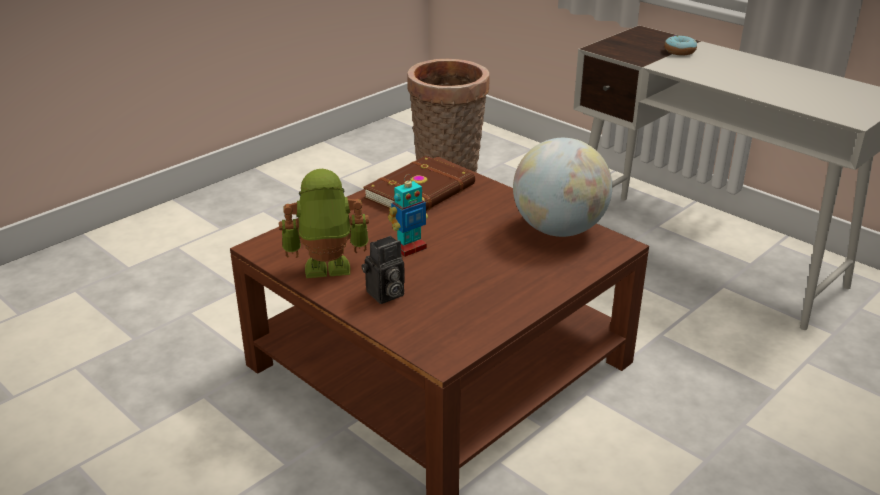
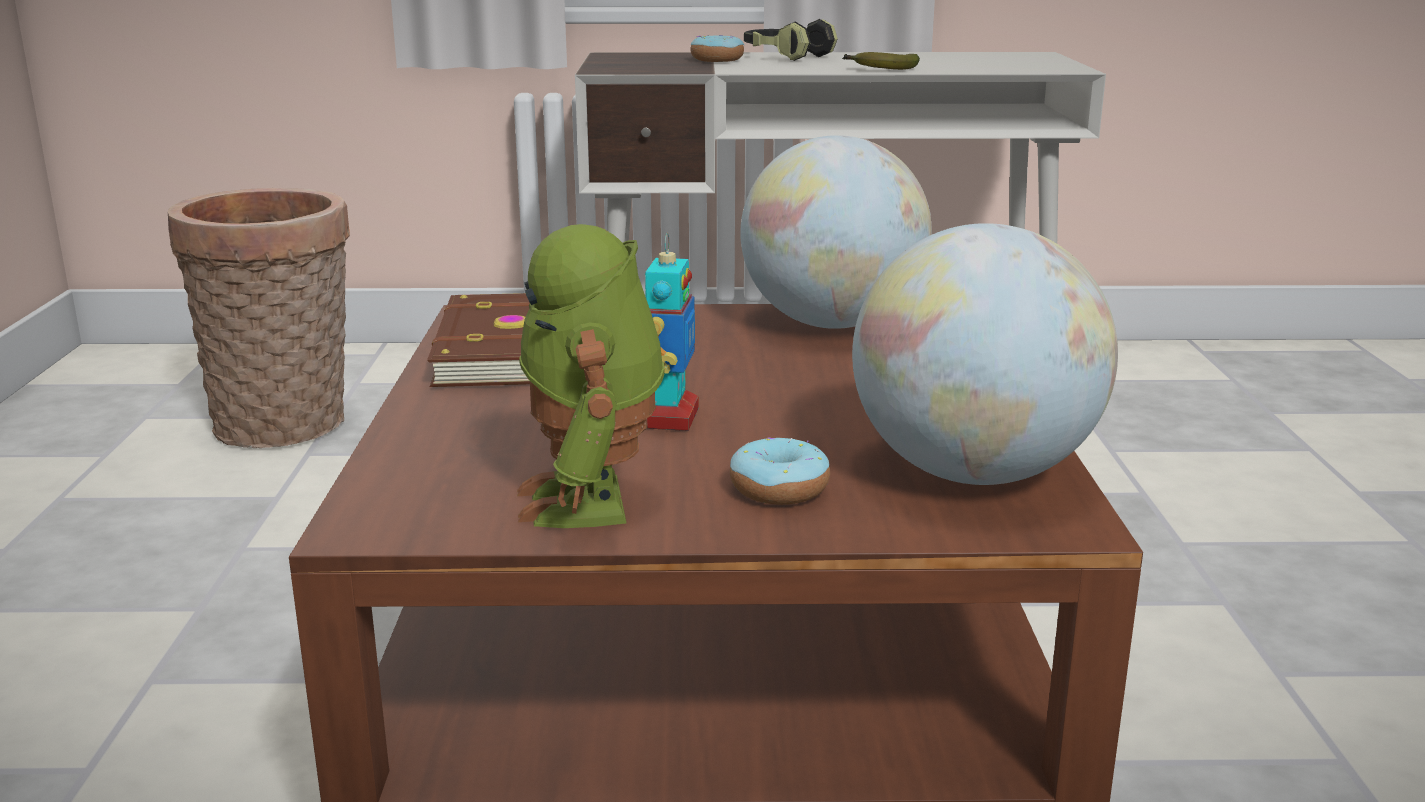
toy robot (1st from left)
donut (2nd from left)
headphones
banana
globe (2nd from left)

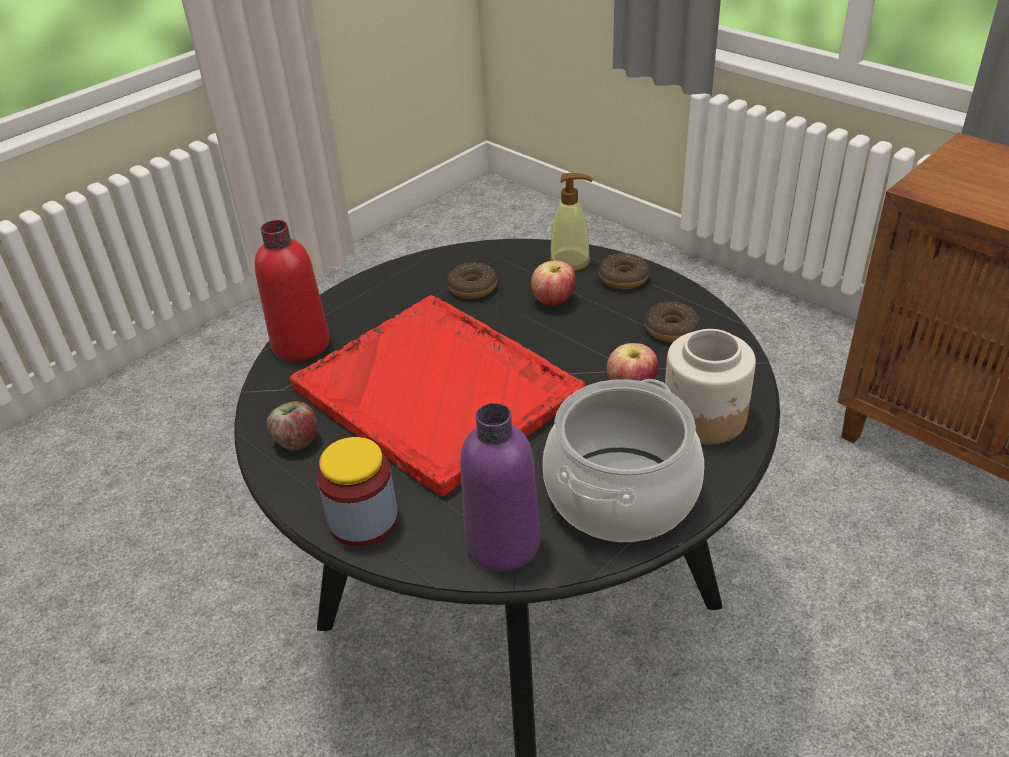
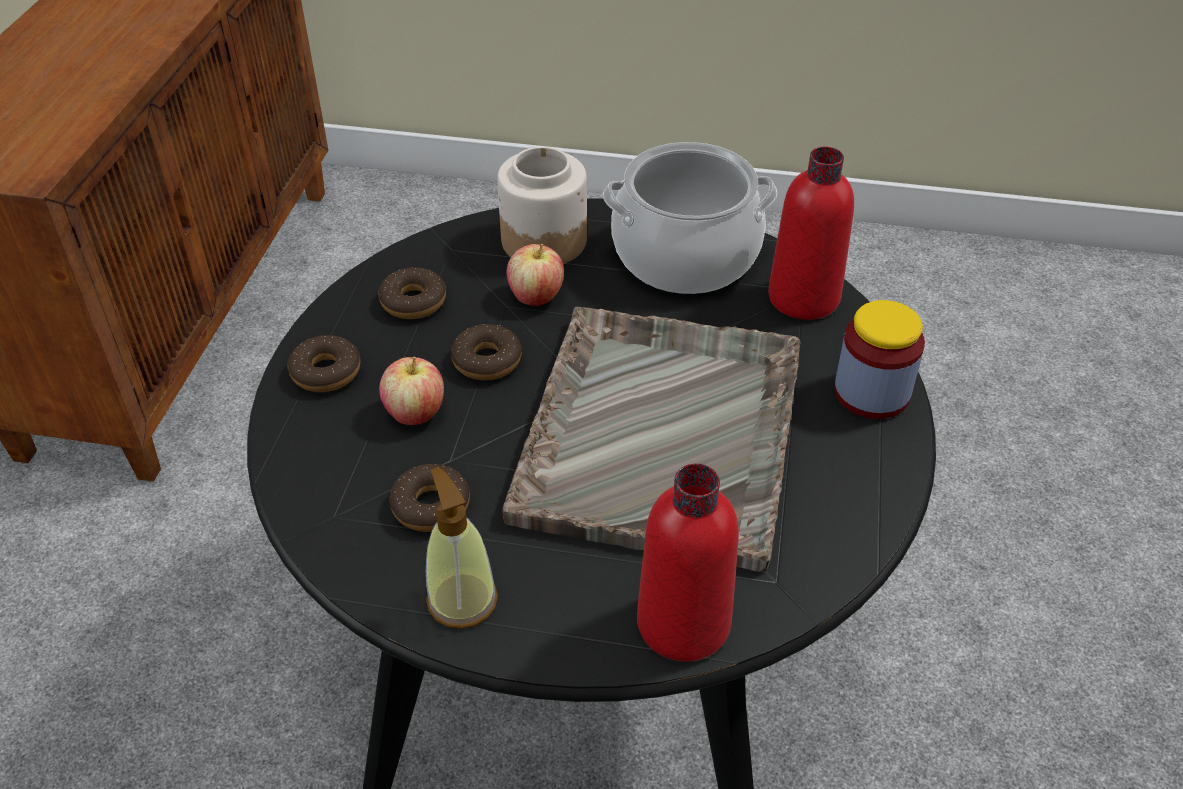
apple (1st from left in the first image)
grey tray
red bottle (2nd from left)
soap dispenser
donut (4th from left)

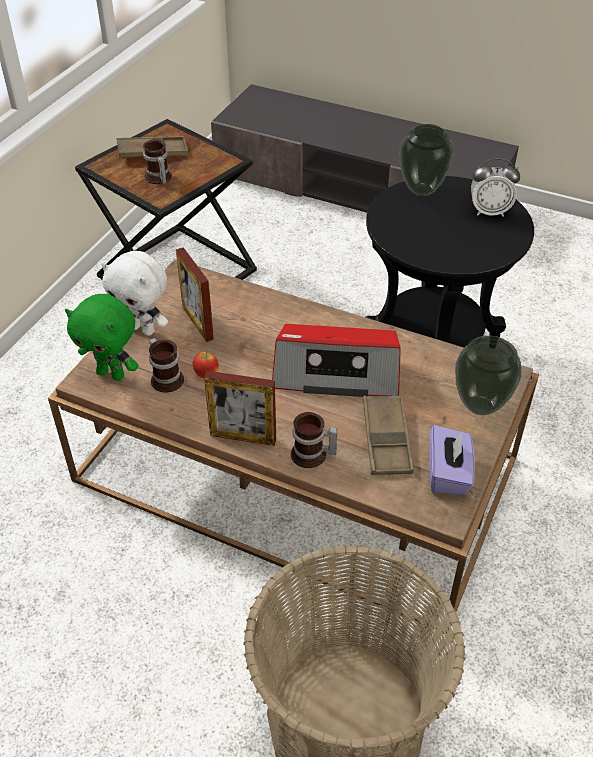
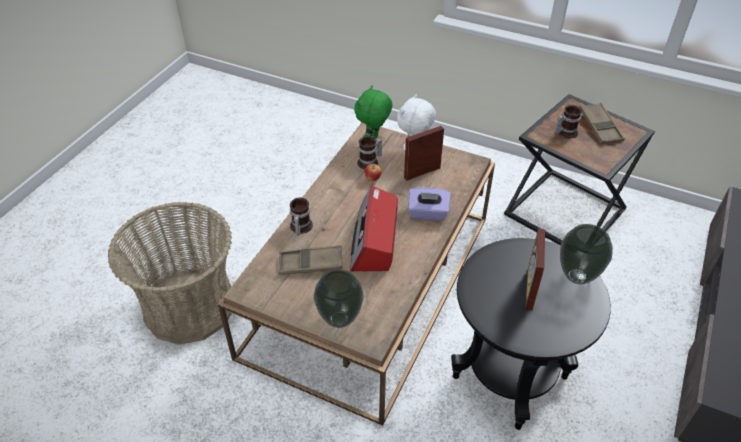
picture frame (2nd from left)
purple tissue box
alarm clock

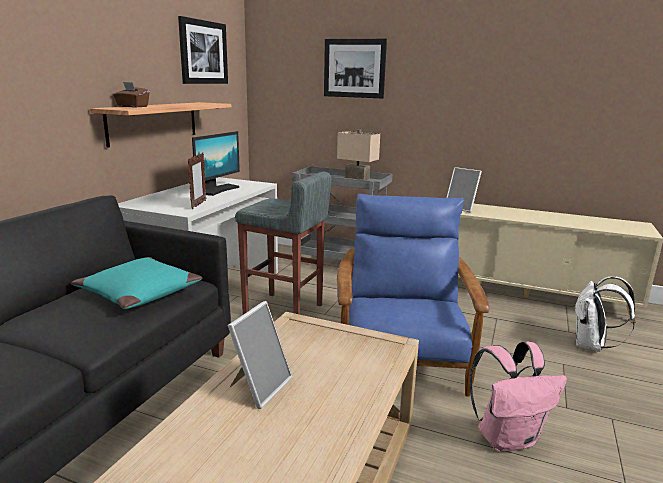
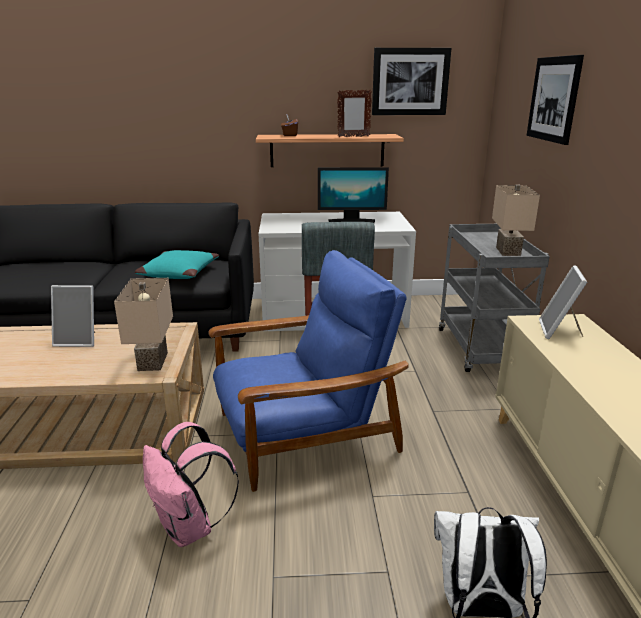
picture frame (2nd from left)
beige table lamp (1st from left)

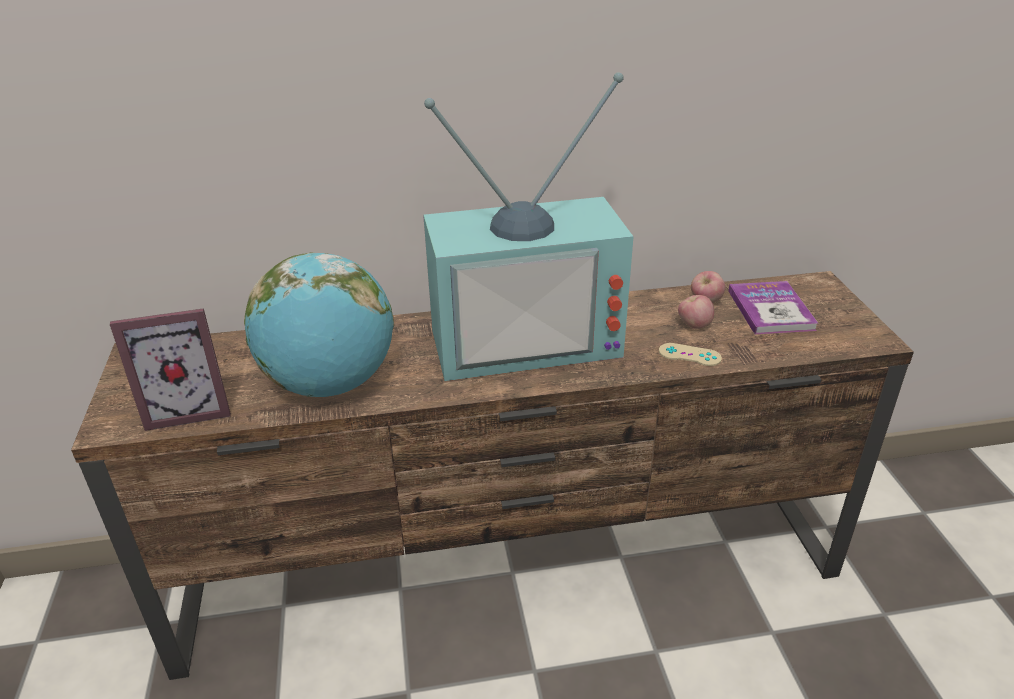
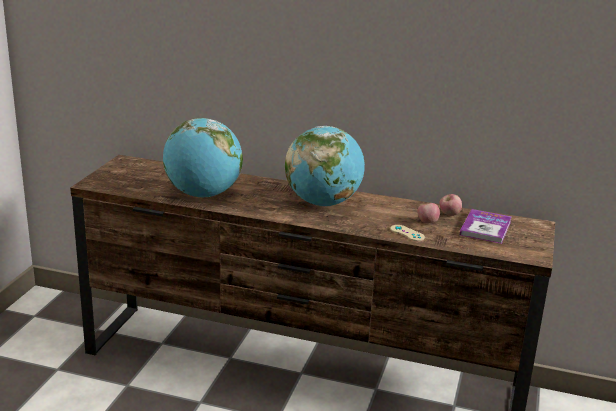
picture frame
globe (2nd from left)

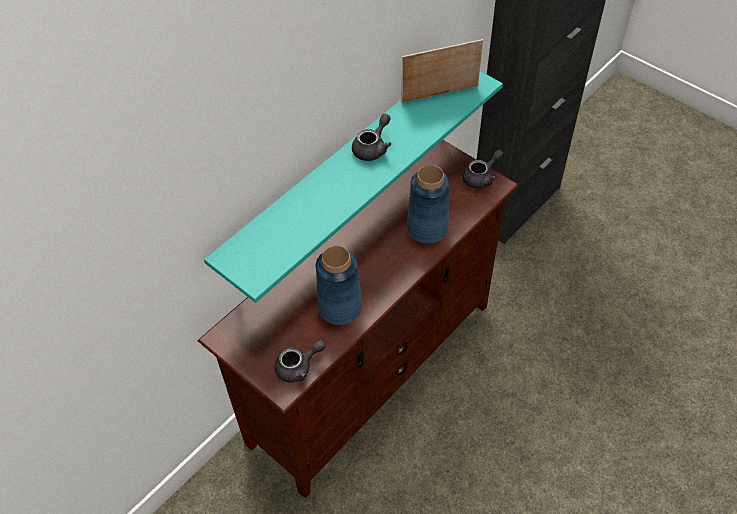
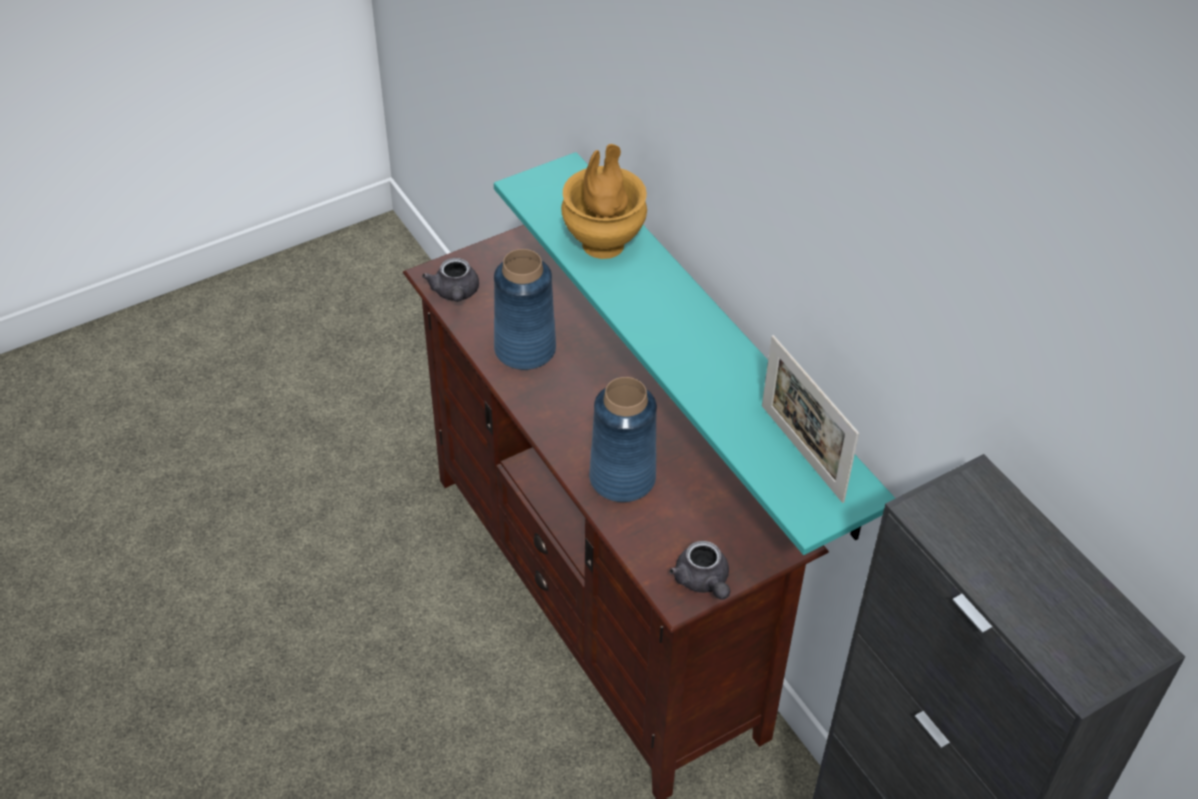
grey teapot (2nd from left in the first image)
picture frame
brown vase

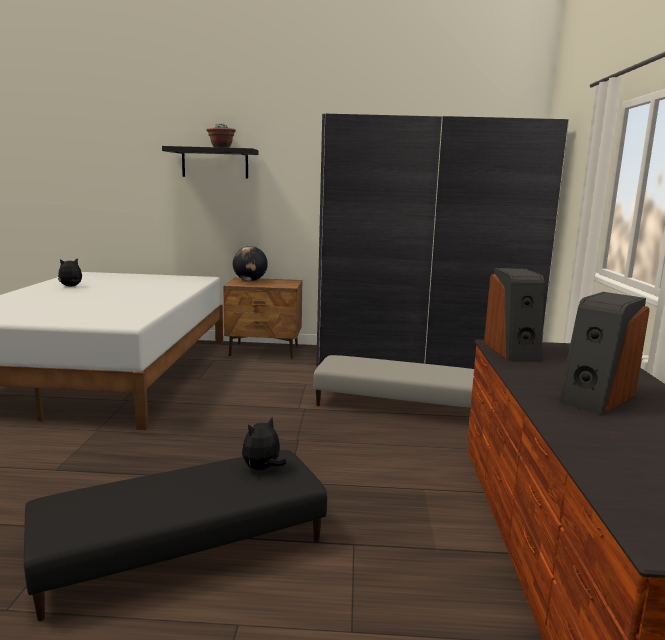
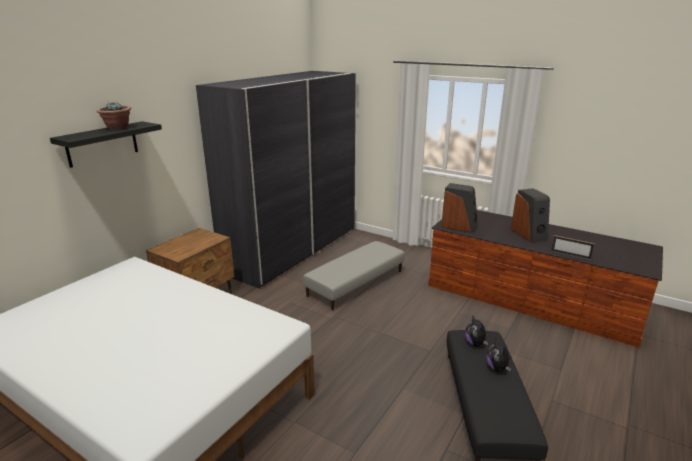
plush toy (2nd from left)
globe
picture frame

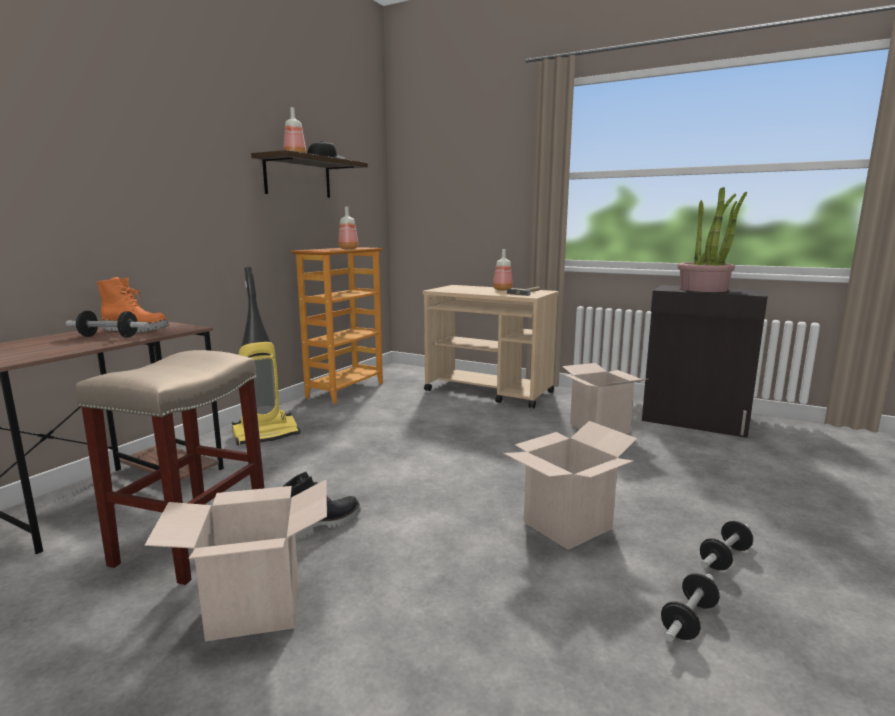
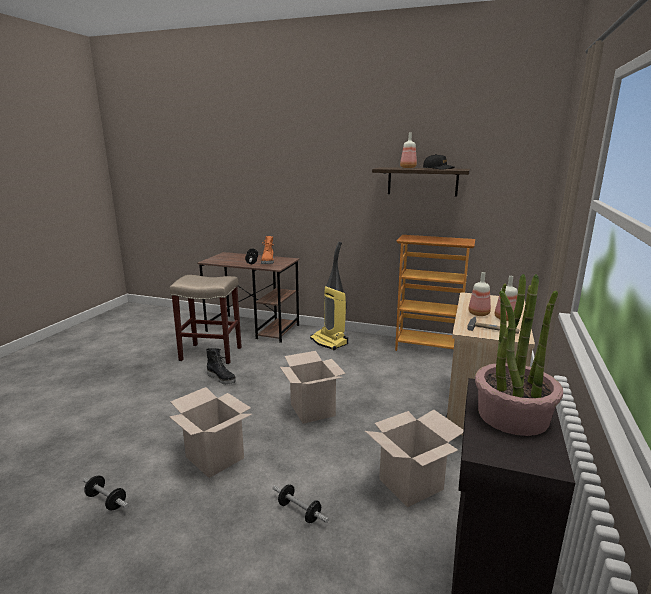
cardboard box (2nd from left)
bottle (2nd from left)
dumbbell (3rd from left)

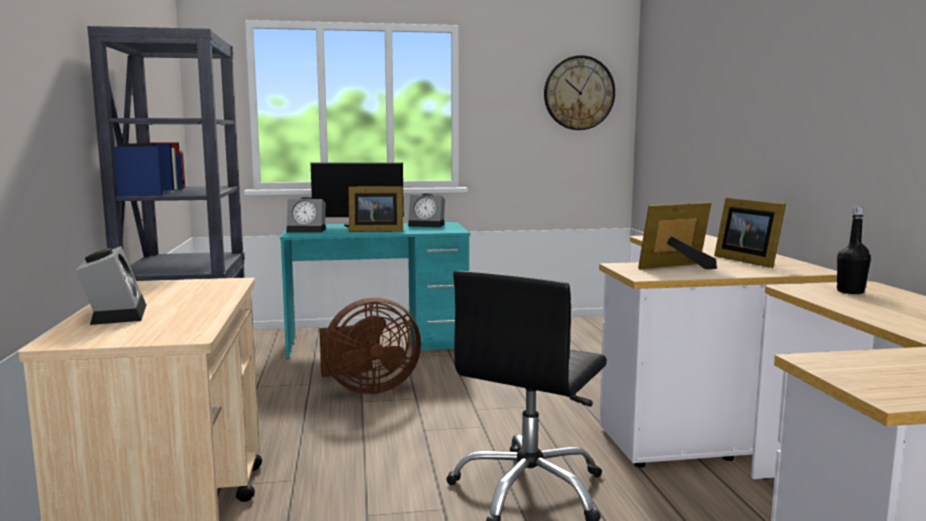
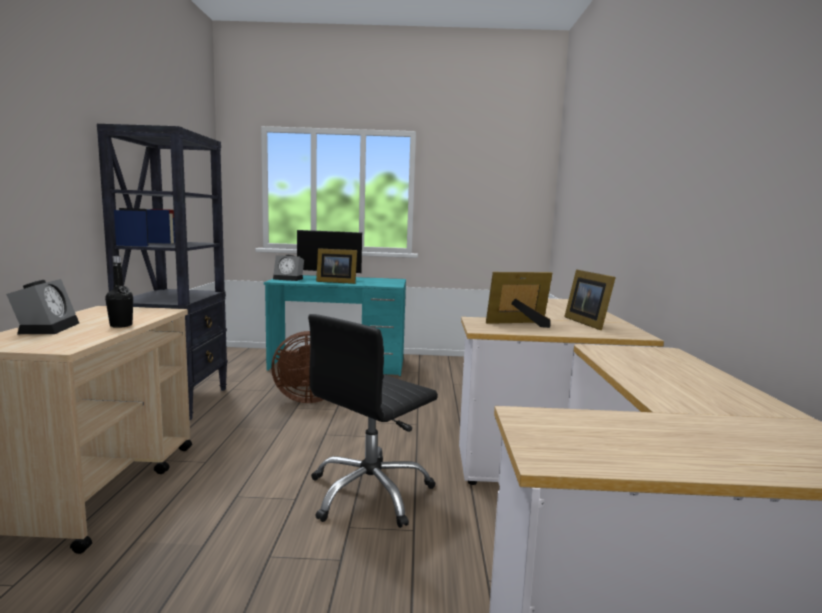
alarm clock (3rd from left in the first image)
wall clock
black bottle

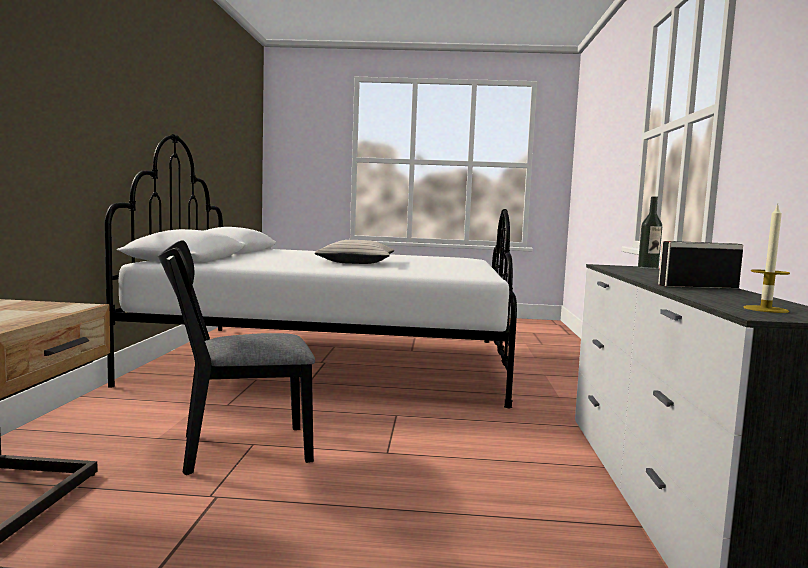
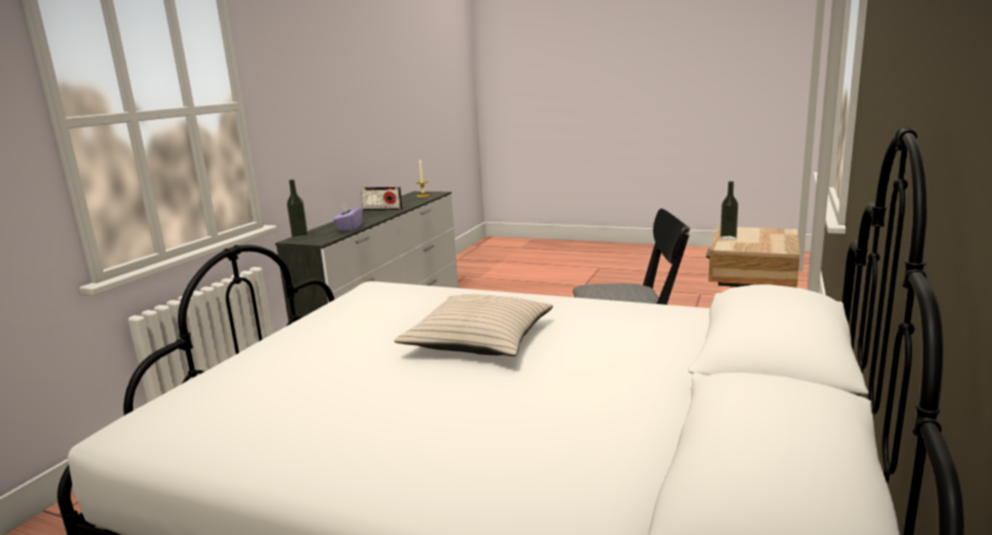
purple tissue box
bottle (2nd from left)

